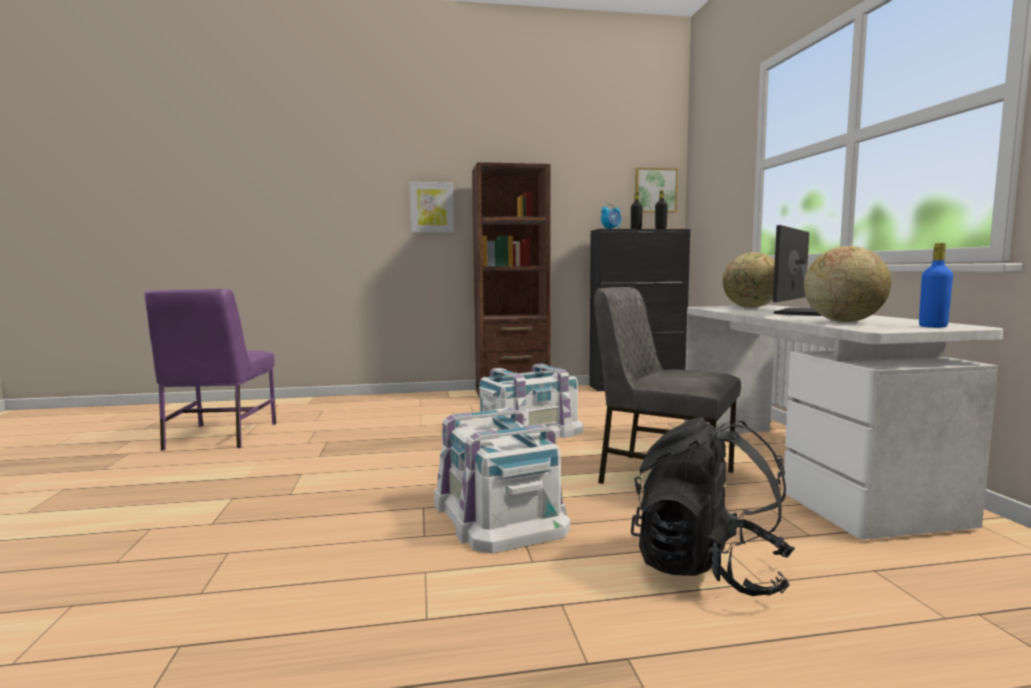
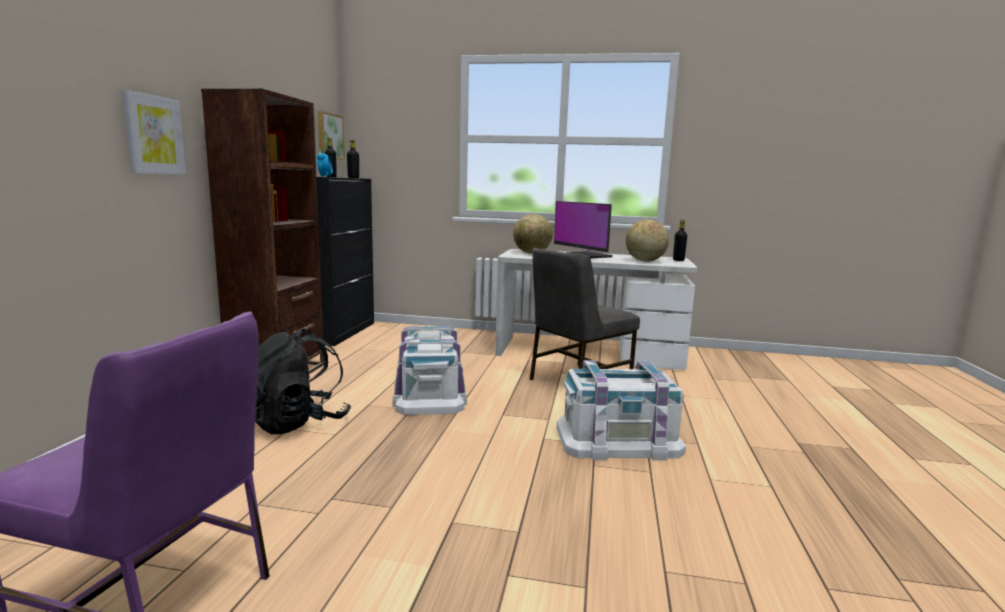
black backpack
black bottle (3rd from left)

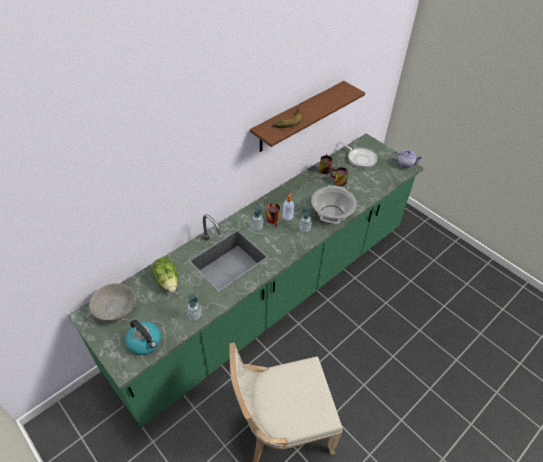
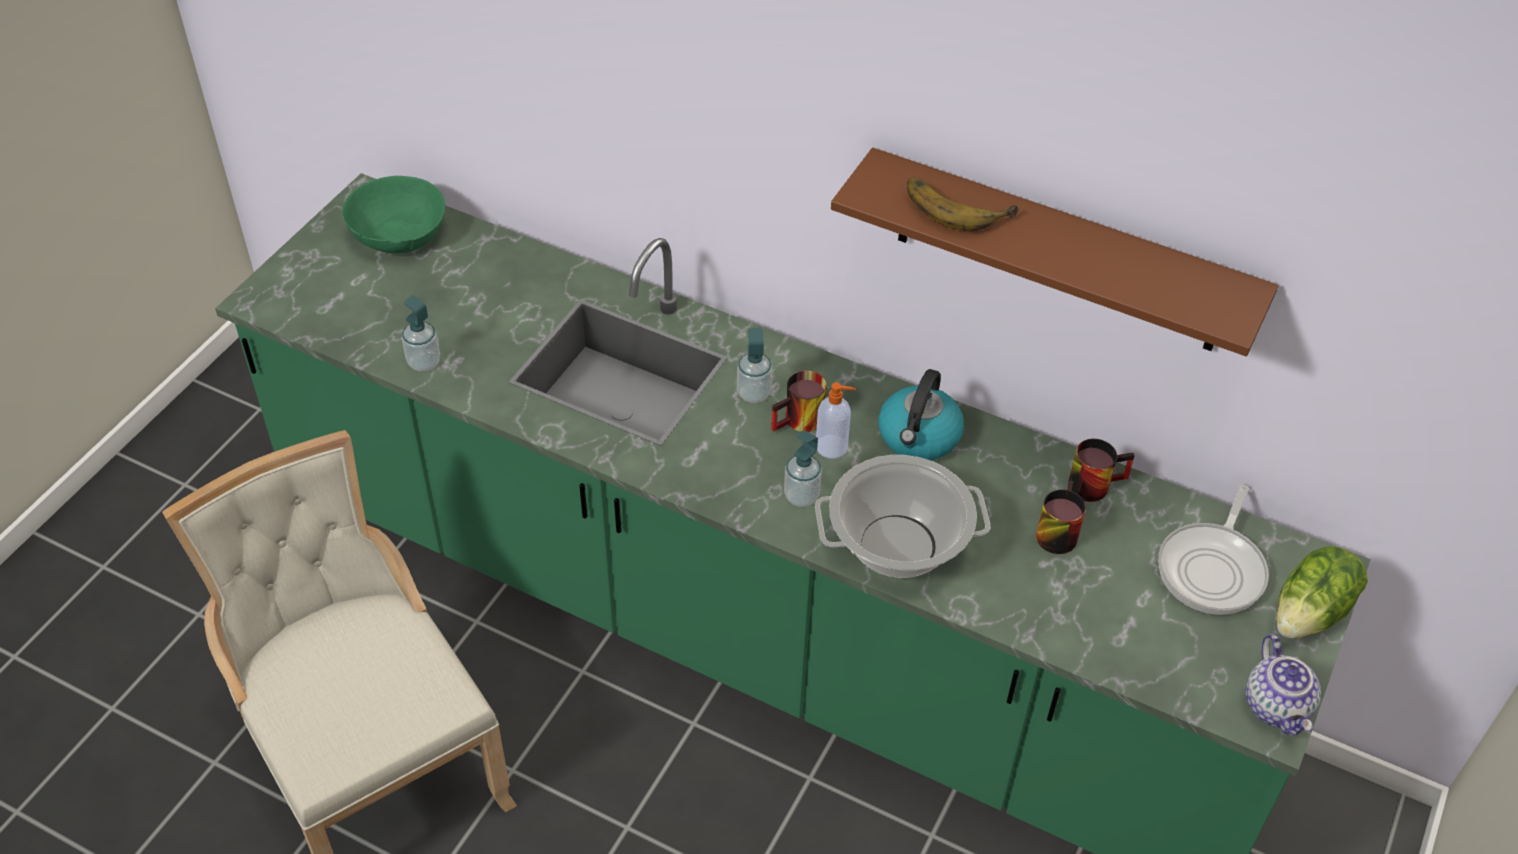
green bowl
kettle
lettuce

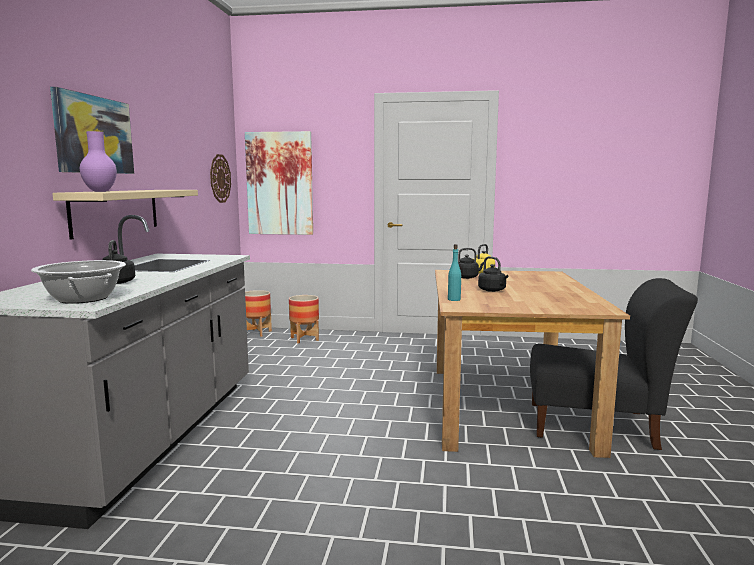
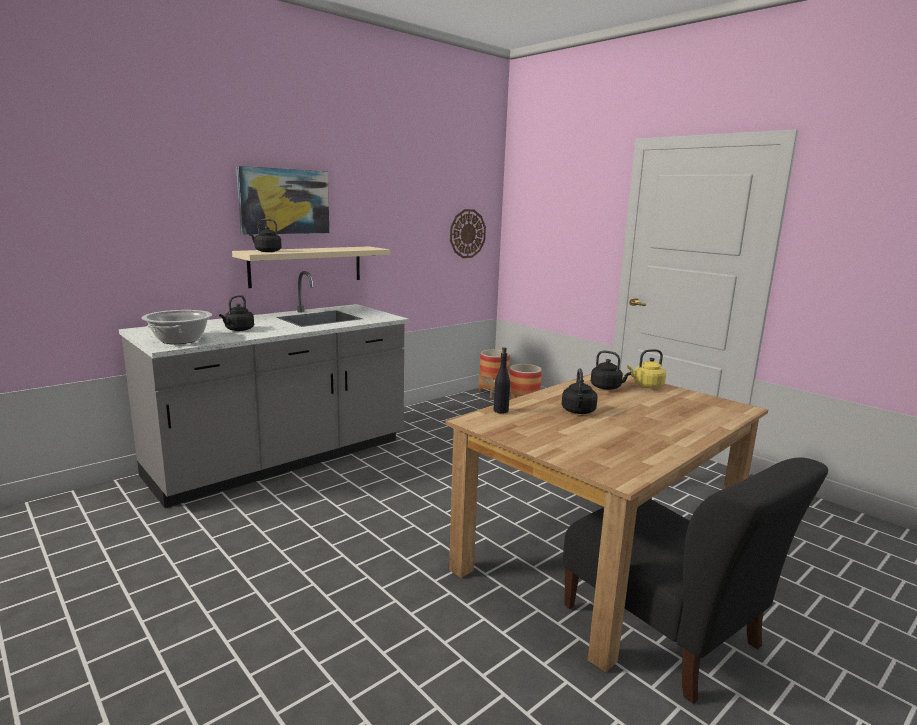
black kettle (2nd from left)
picture (2nd from left in the first image)
black bottle

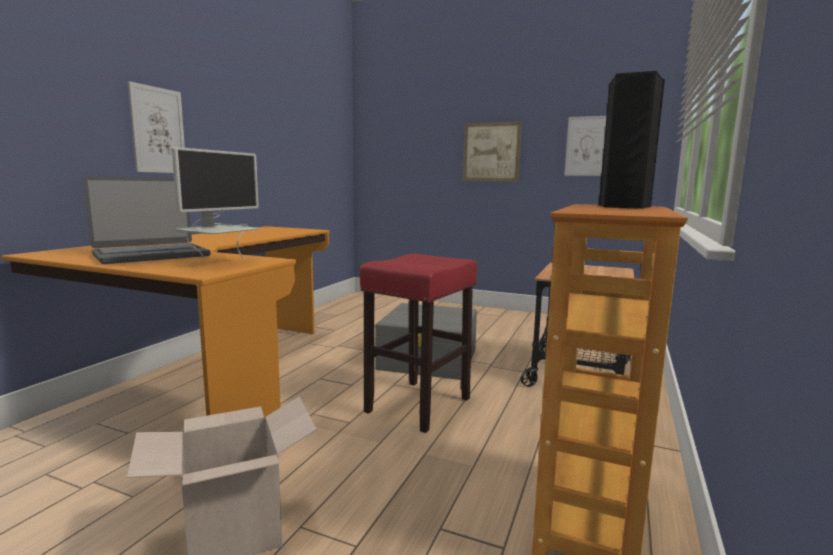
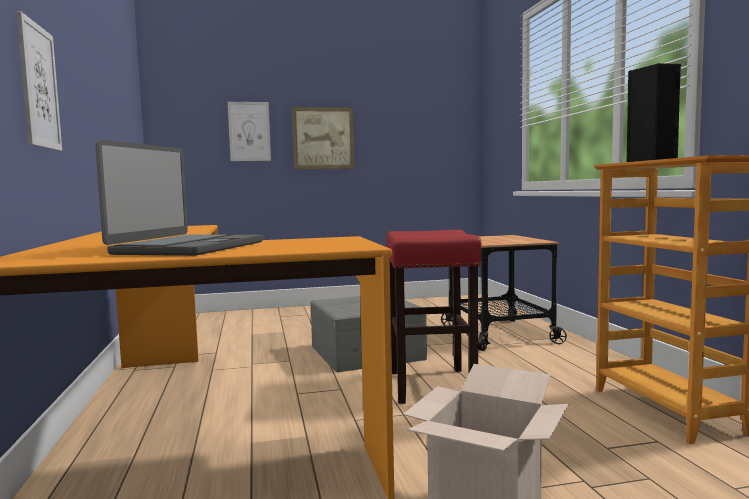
monitor
picture (2nd from left)

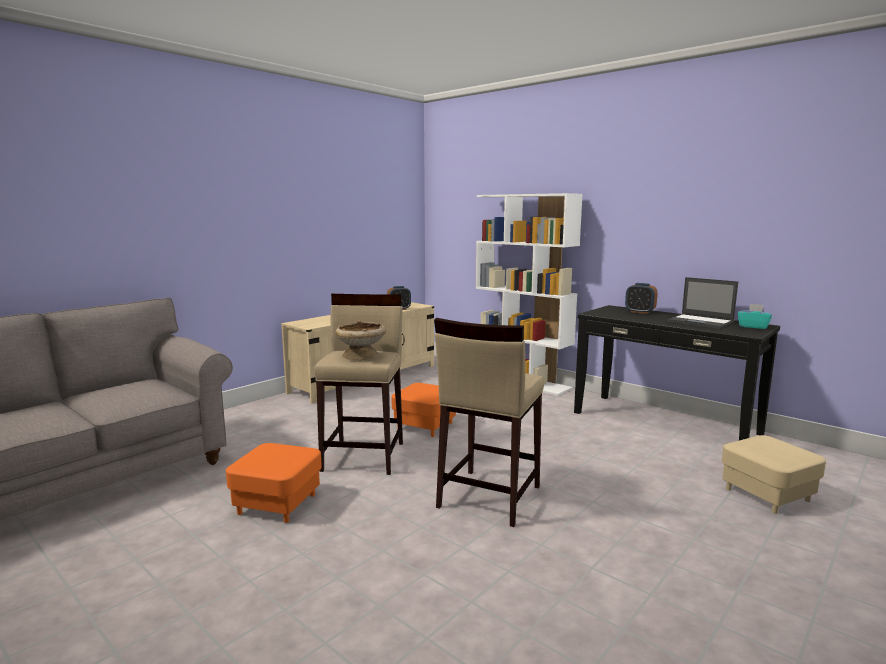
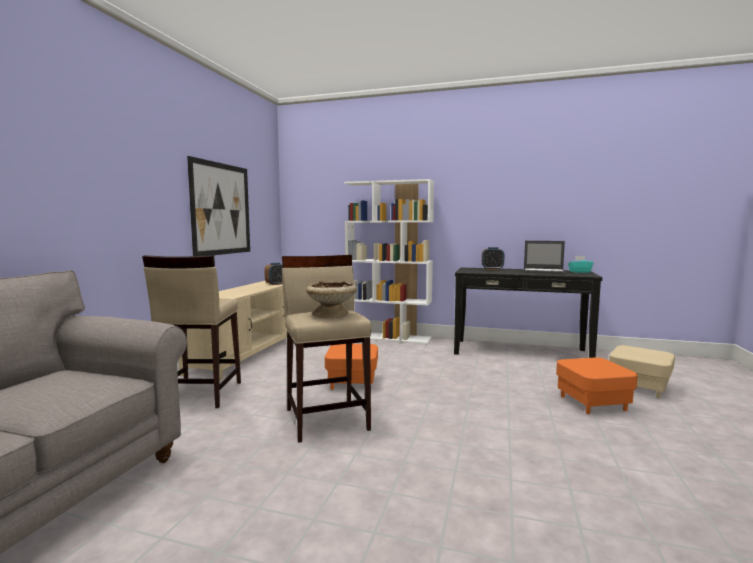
orange ottoman (2nd from left)
beige stool (1st from left)
picture

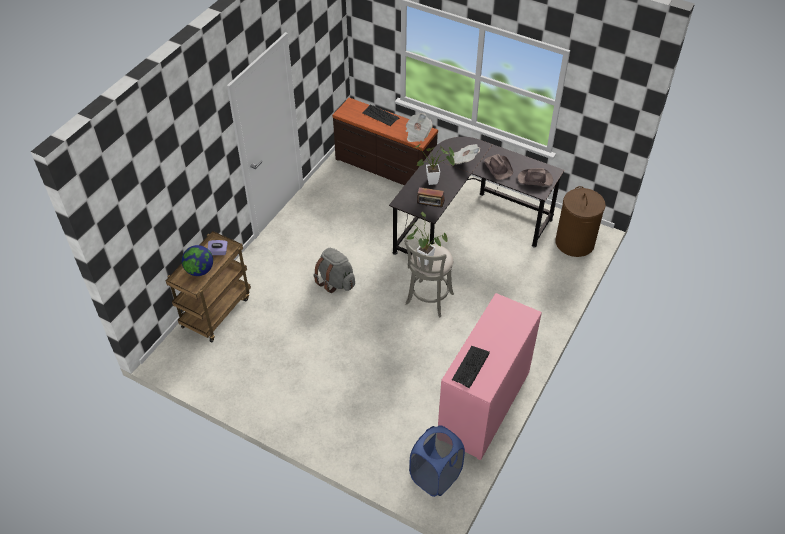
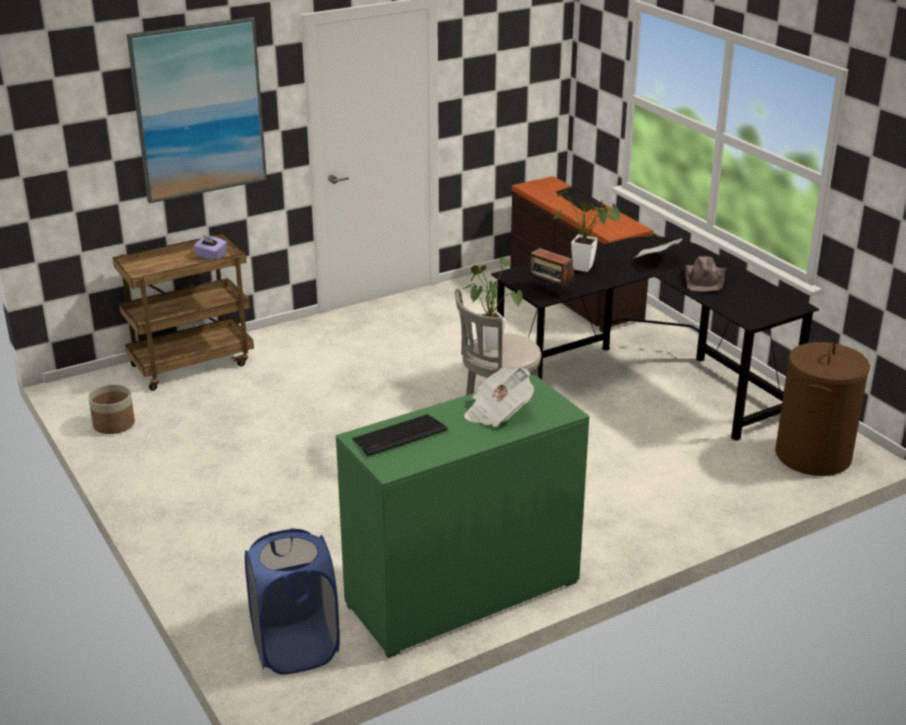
globe
grey backpack
newspaper (1st from left)
green dresser
brown hat (2nd from left in the first image)
planter
picture

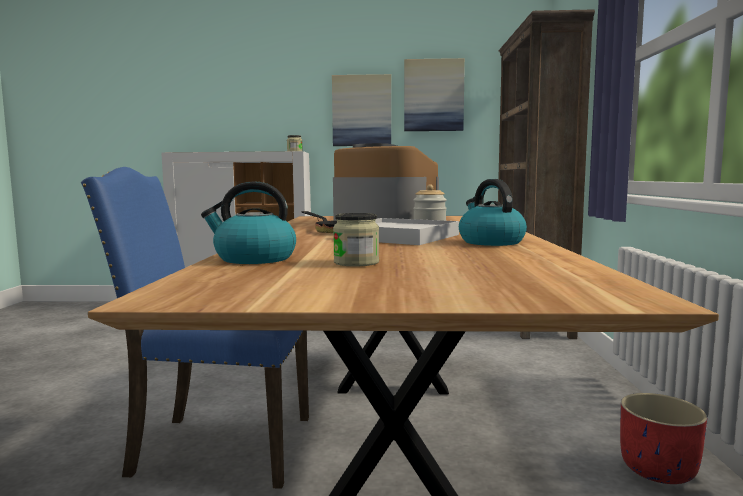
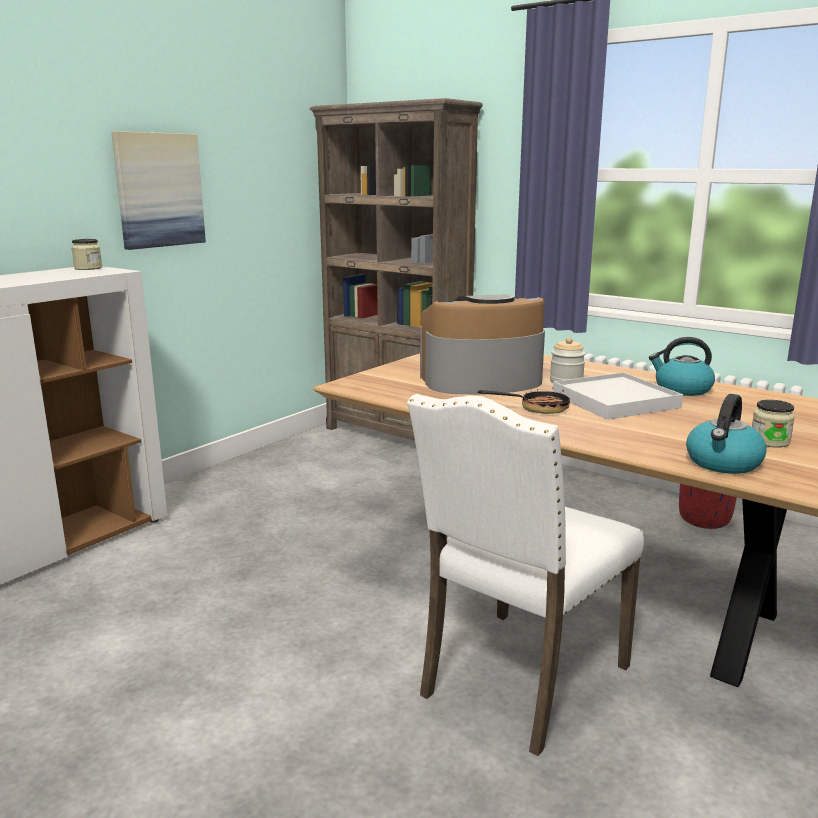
white chair
picture (2nd from left in the first image)

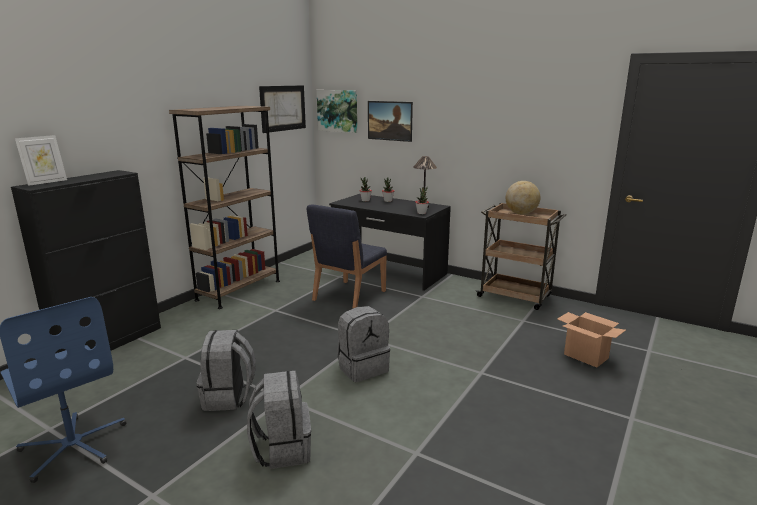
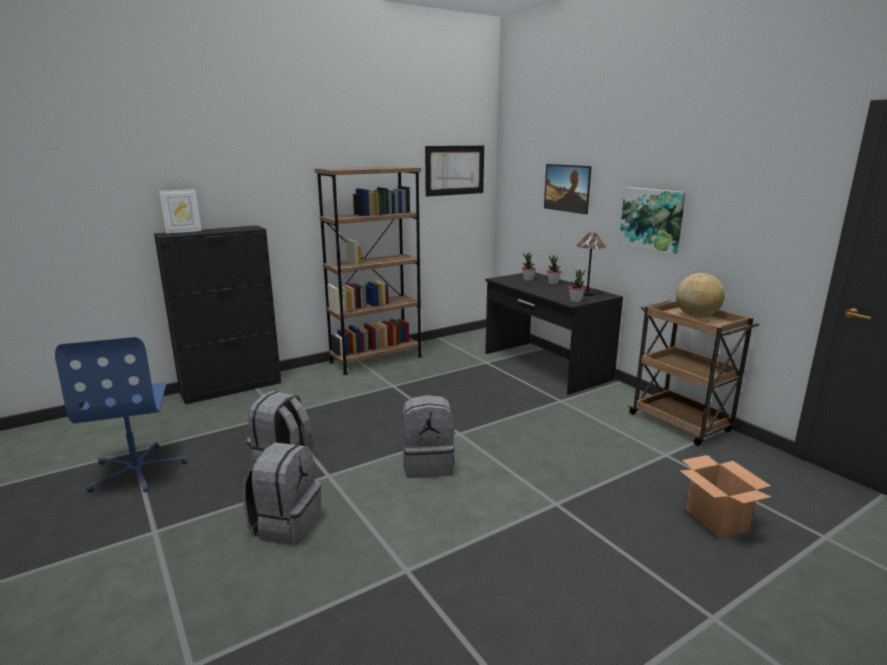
blue chair
picture (3rd from left)

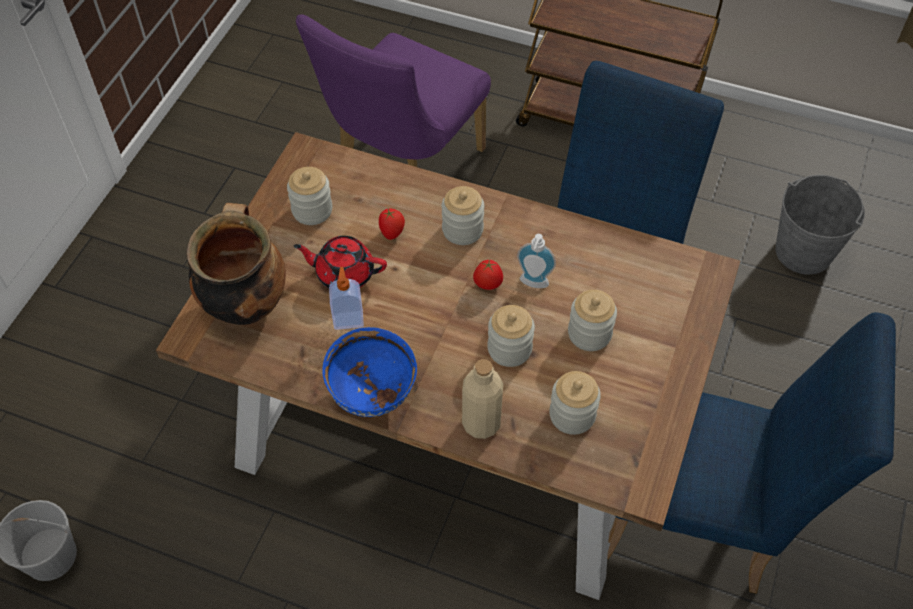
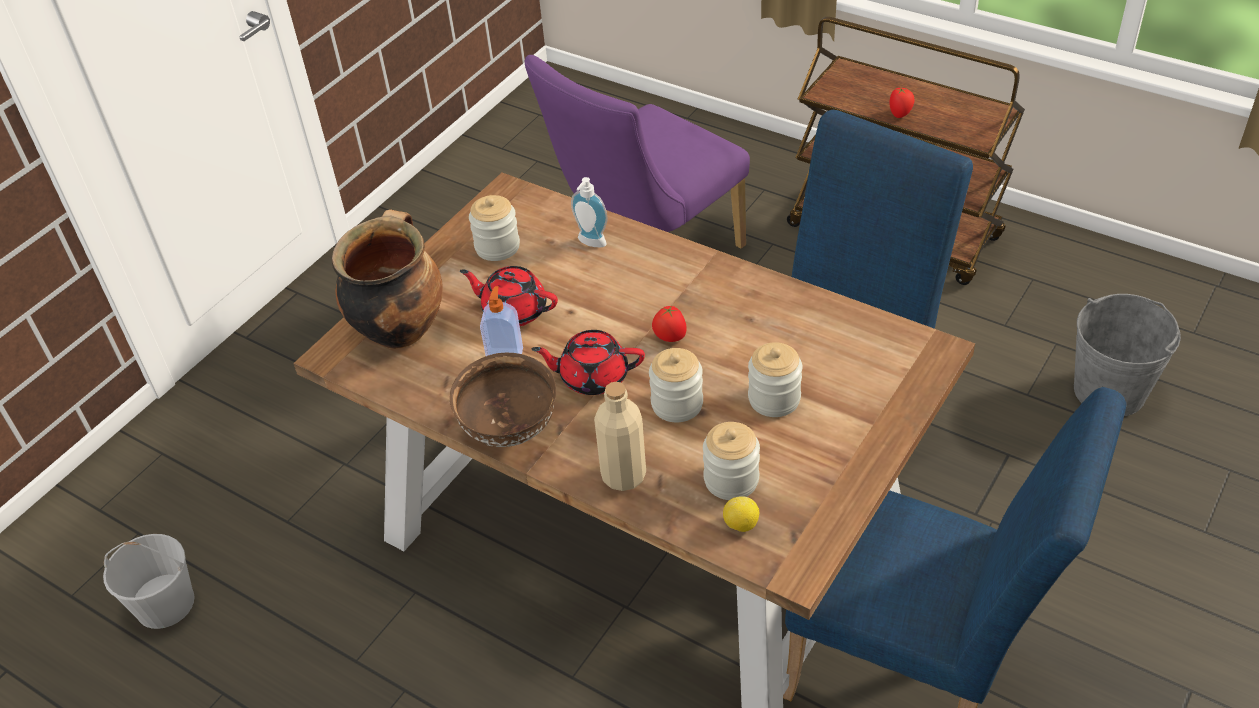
brown bowl
tomato (2nd from left)
jar (2nd from left in the first image)
soap dispenser (2nd from left)
red teapot (2nd from left)
lemon

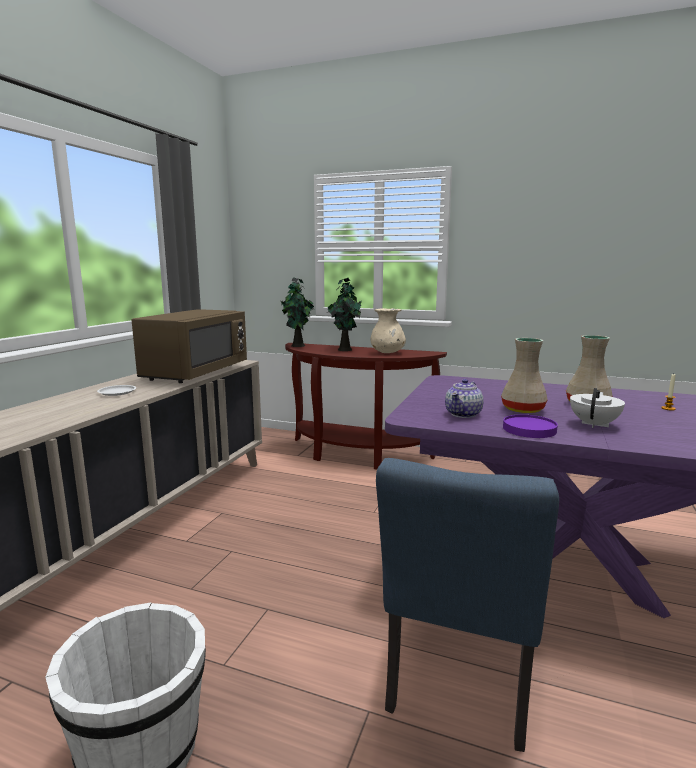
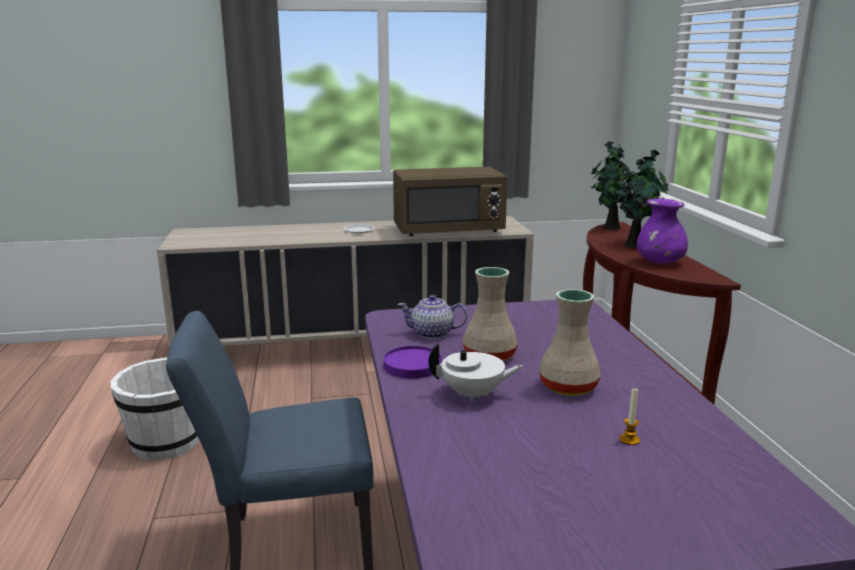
purple vase

